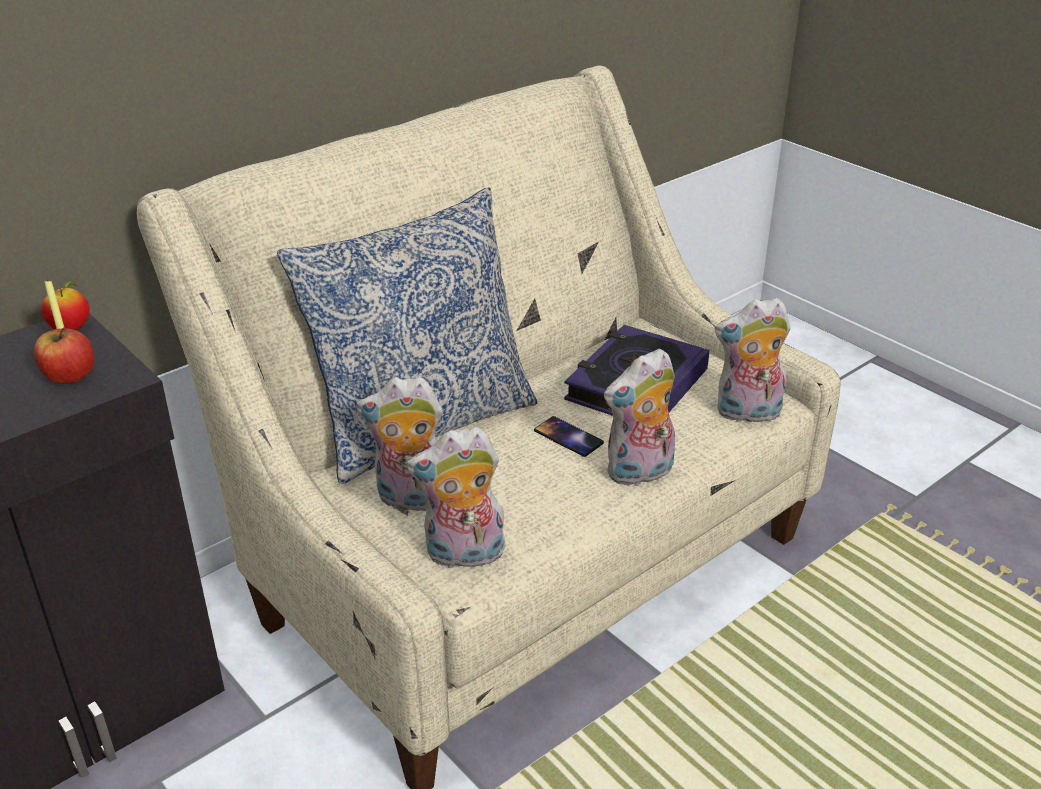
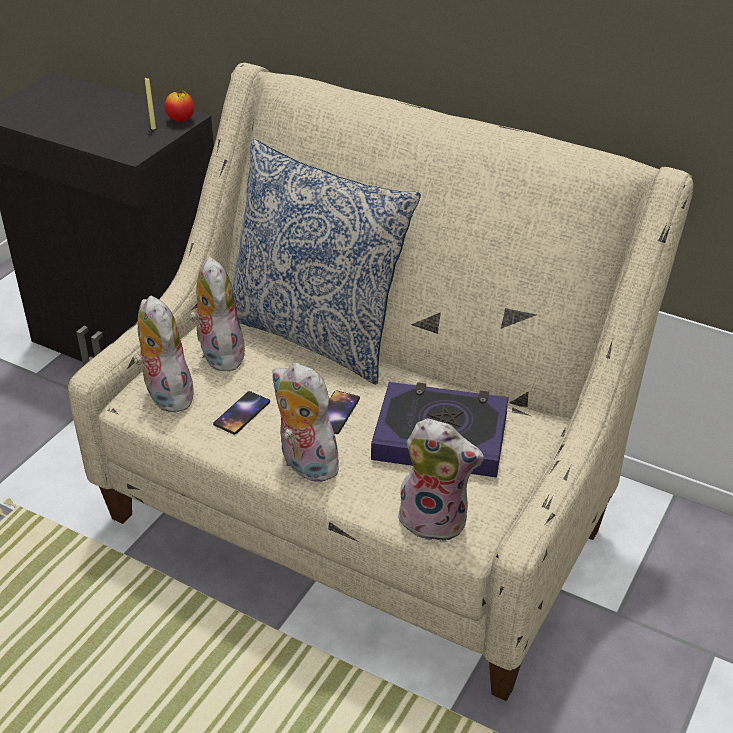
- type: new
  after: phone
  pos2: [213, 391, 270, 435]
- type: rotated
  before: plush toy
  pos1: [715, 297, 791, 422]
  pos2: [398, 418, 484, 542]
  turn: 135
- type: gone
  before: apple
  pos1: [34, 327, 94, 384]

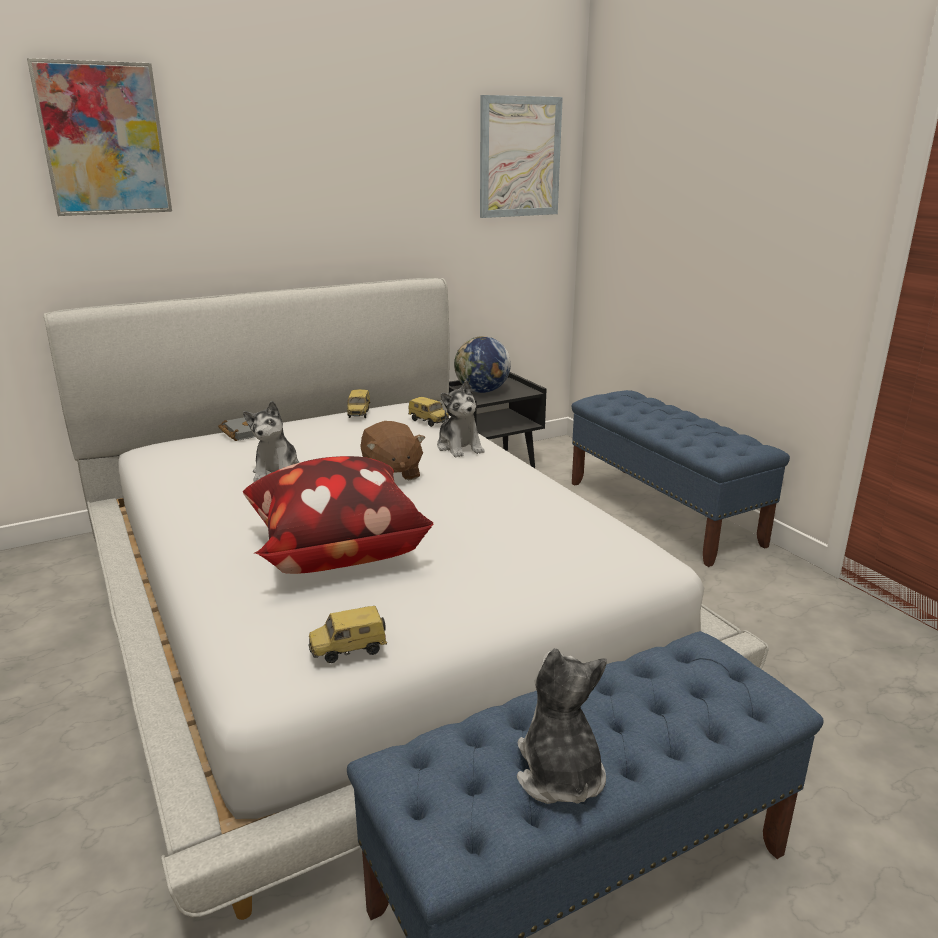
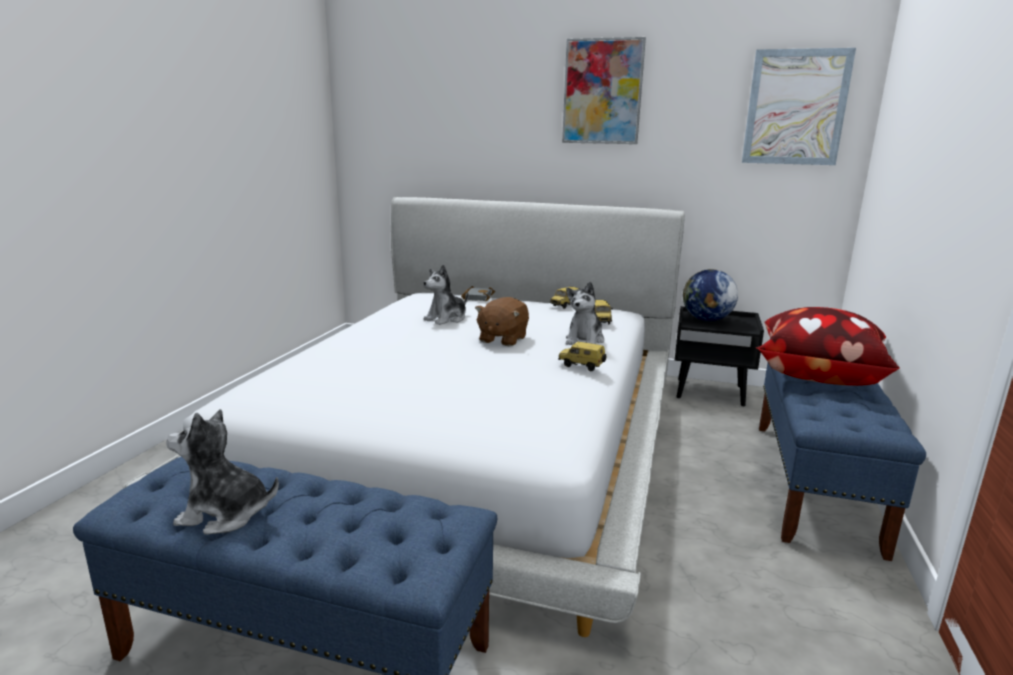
- type: rotated
  before: plush toy
  pos1: [517, 648, 607, 804]
  pos2: [166, 409, 279, 535]
  turn: -120
- type: shifted
  before: toy car
  pos1: [308, 606, 387, 663]
  pos2: [558, 342, 606, 371]
- type: shifted
  before: picture
  pos1: [27, 58, 172, 216]
  pos2: [562, 37, 646, 144]
- type: shifted
  before: pillow
  pos1: [243, 456, 433, 574]
  pos2: [755, 307, 900, 386]

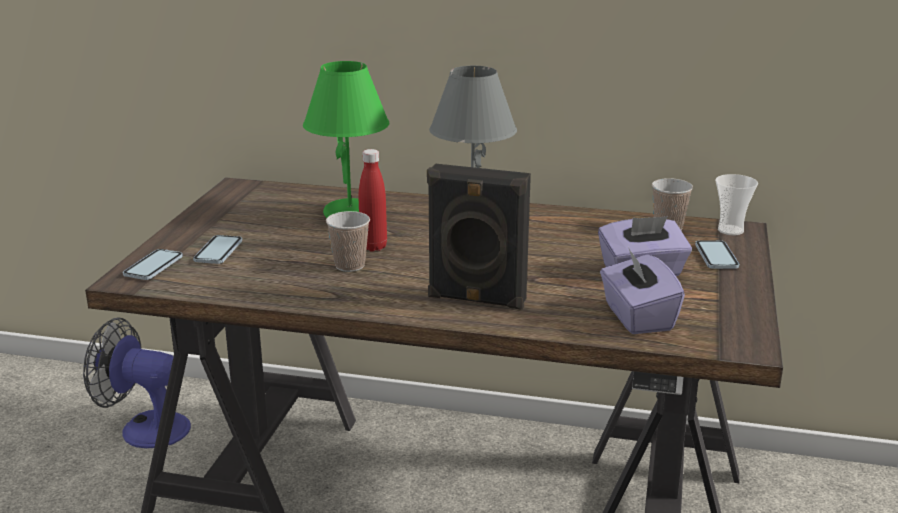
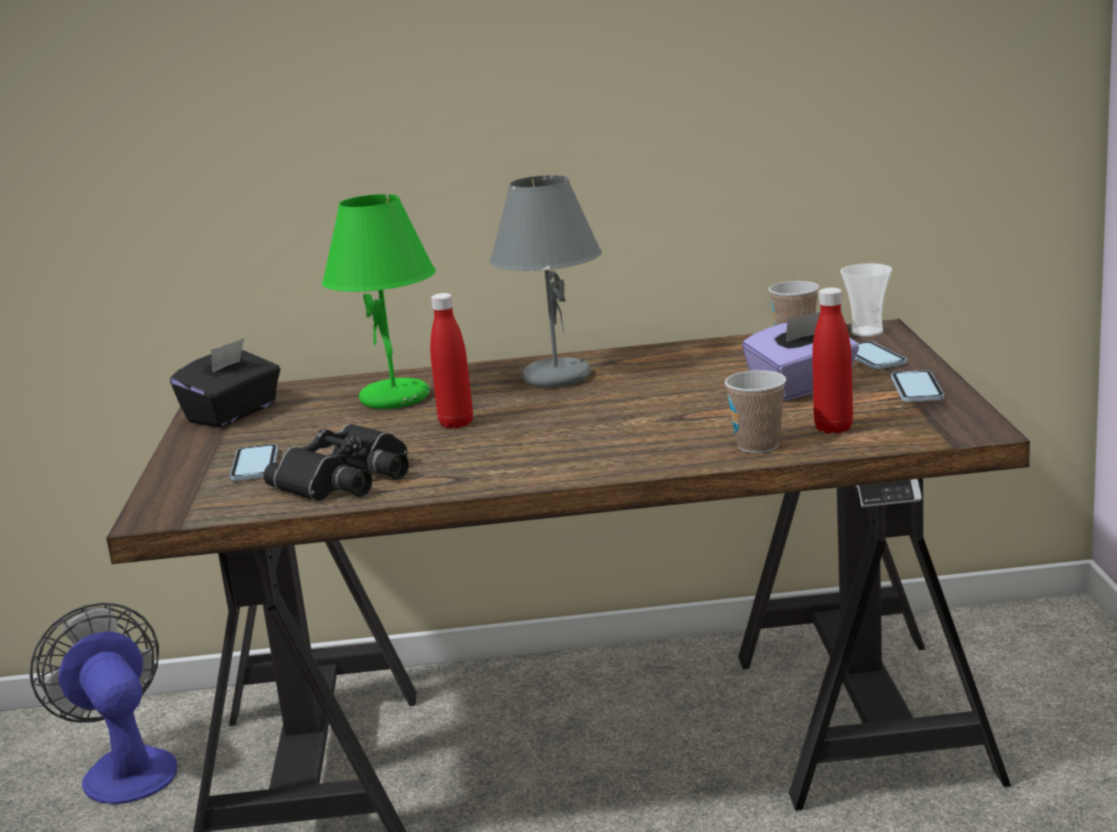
- type: rotated
  before: fan
  pos1: [83, 318, 191, 448]
  pos2: [30, 603, 178, 804]
  turn: 60
- type: new
  after: tissue box (black)
  pos2: [170, 338, 281, 428]
- type: new
  after: binoculars (black)
  pos2: [263, 424, 409, 502]
- type: shifted
  before: cup
  pos1: [326, 211, 370, 272]
  pos2: [725, 370, 786, 453]
- type: swapped
  before: tissue box (purple)
  after: bottle (red)
  pos1: [600, 247, 685, 334]
  pos2: [812, 288, 853, 433]
- type: shifted
  before: phone
  pos1: [123, 249, 183, 280]
  pos2: [891, 370, 944, 402]
- type: gone
  before: speaker (black)
  pos1: [427, 164, 531, 310]

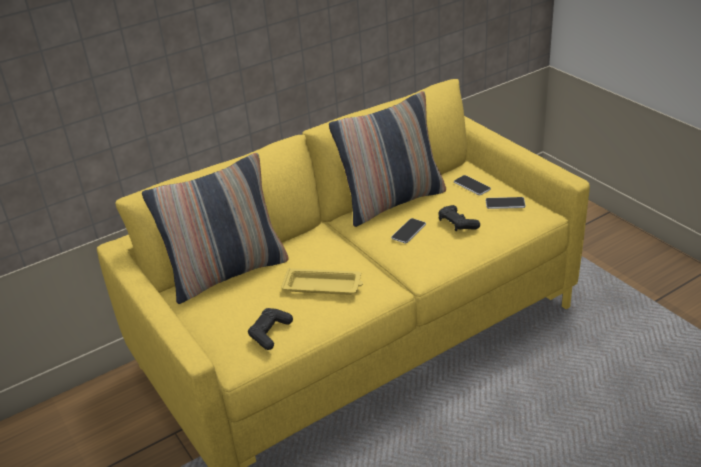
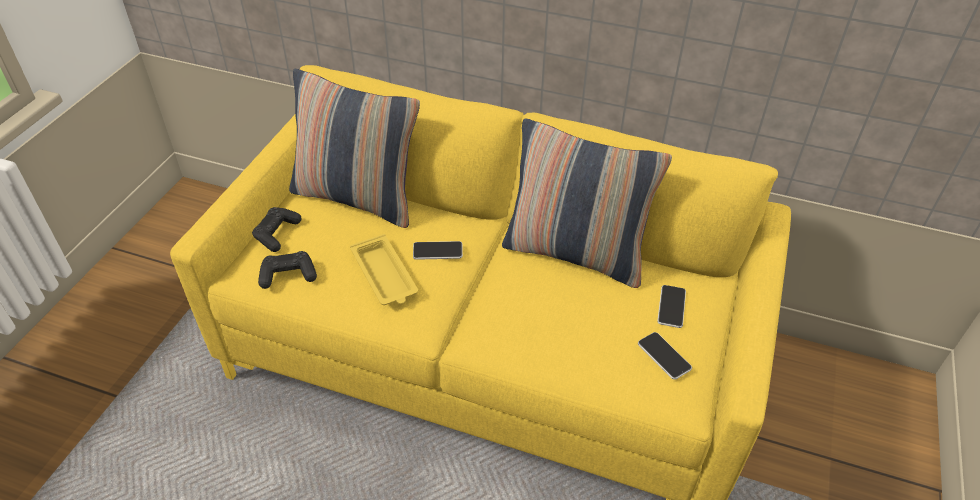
- type: shifted
  before: game controller (black)
  pos1: [439, 205, 480, 231]
  pos2: [252, 207, 302, 252]
- type: shifted
  before: phone
  pos1: [391, 218, 426, 243]
  pos2: [413, 241, 463, 260]

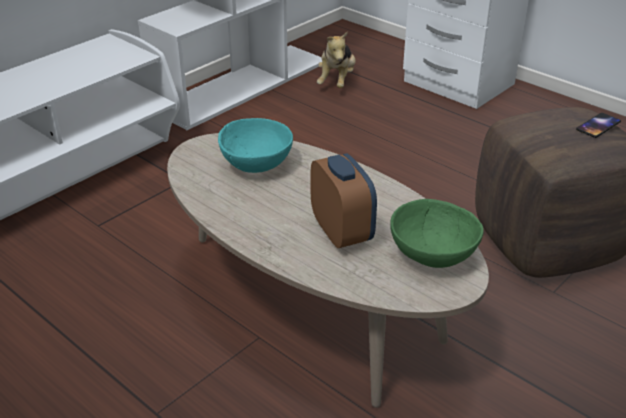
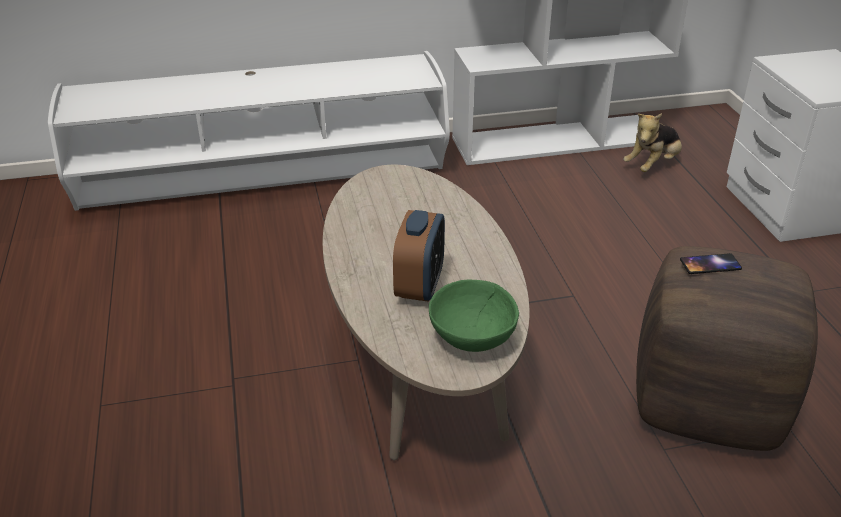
- type: shifted
  before: phone
  pos1: [576, 113, 621, 138]
  pos2: [680, 253, 742, 274]
- type: gone
  before: bowl (turquoise)
  pos1: [218, 118, 293, 173]

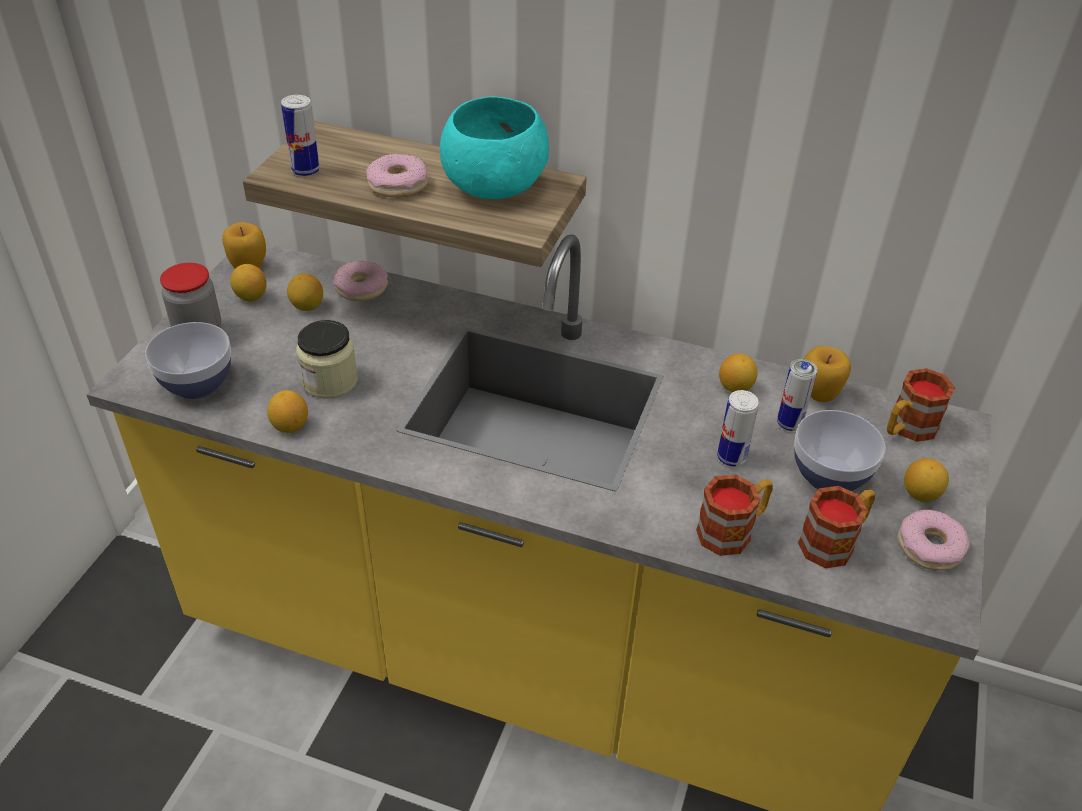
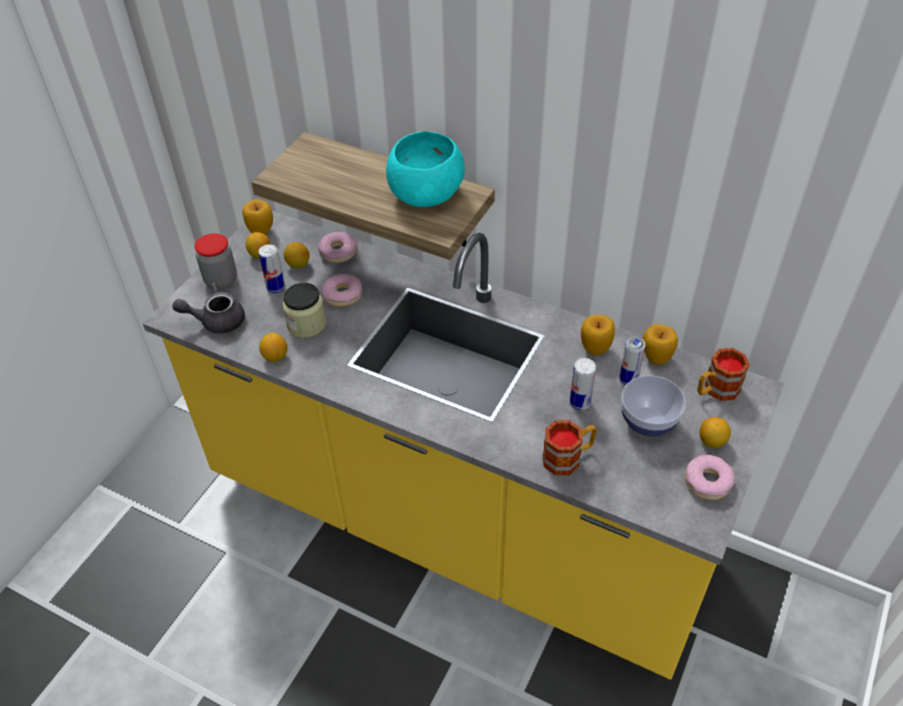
- type: swapped
  before: bowl
  after: teapot (grey)
  pos1: [145, 322, 231, 399]
  pos2: [172, 282, 245, 334]
- type: shifted
  before: can
  pos1: [281, 95, 320, 176]
  pos2: [259, 244, 285, 293]
- type: shifted
  before: donut
  pos1: [366, 154, 428, 198]
  pos2: [321, 274, 362, 307]
- type: swapped
  before: lemon
  after: apple
  pos1: [719, 353, 758, 392]
  pos2: [581, 314, 615, 356]
- type: gone
  before: mug
  pos1: [798, 486, 875, 568]

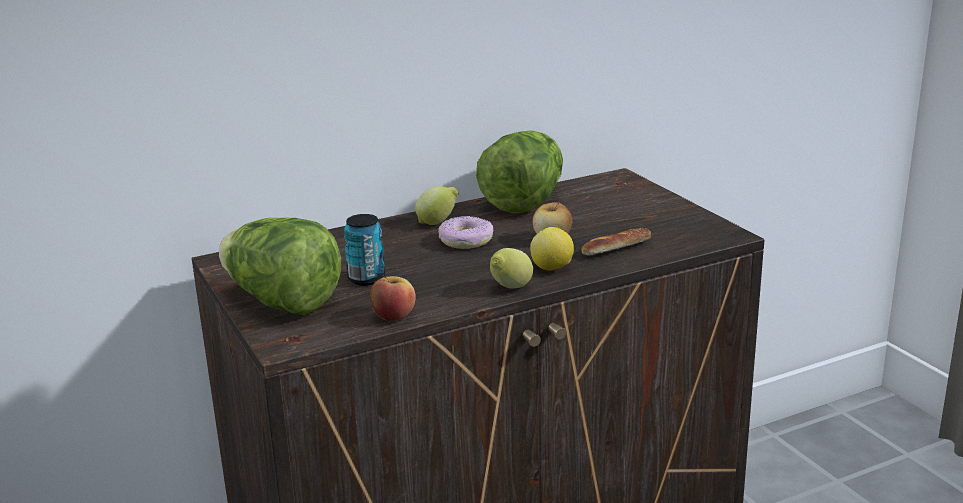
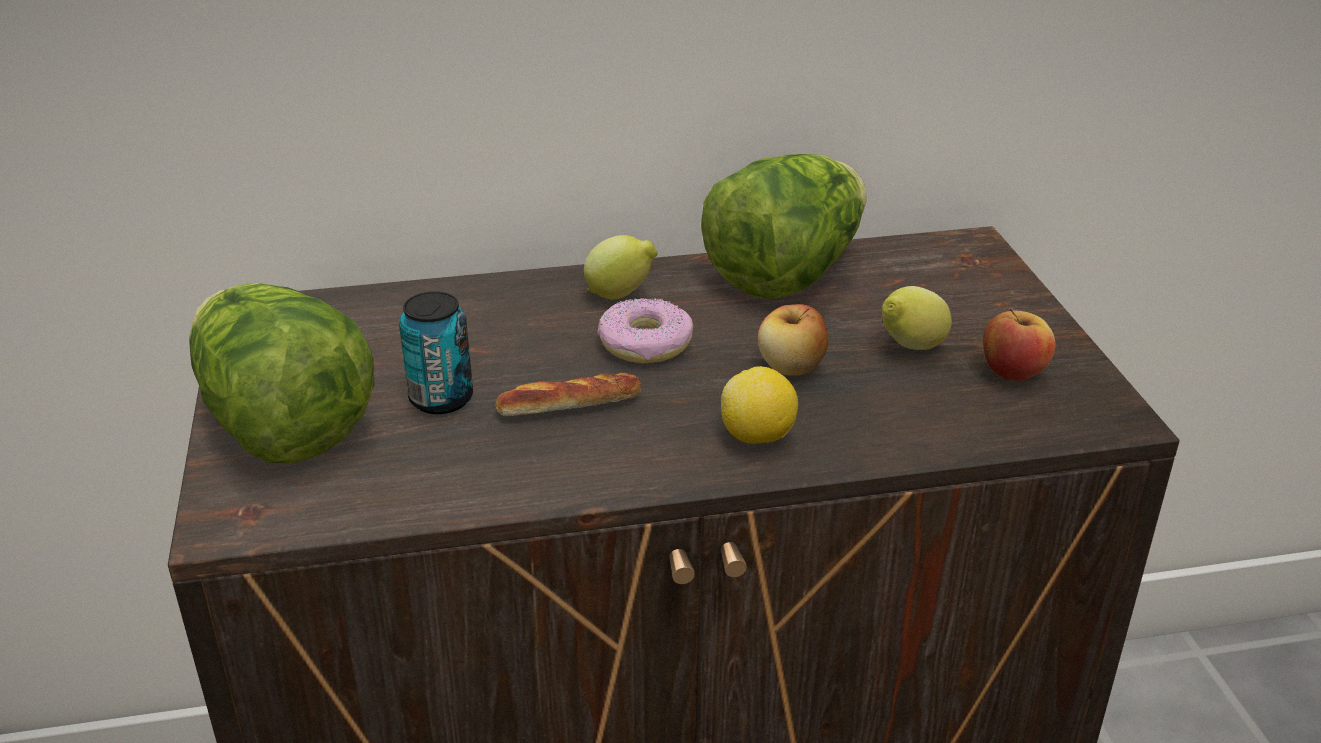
- type: shifted
  before: bread
  pos1: [581, 228, 651, 256]
  pos2: [495, 372, 642, 416]
- type: shifted
  before: lemon
  pos1: [490, 248, 533, 289]
  pos2: [882, 286, 952, 350]
- type: shifted
  before: apple
  pos1: [370, 275, 416, 321]
  pos2: [983, 309, 1056, 381]

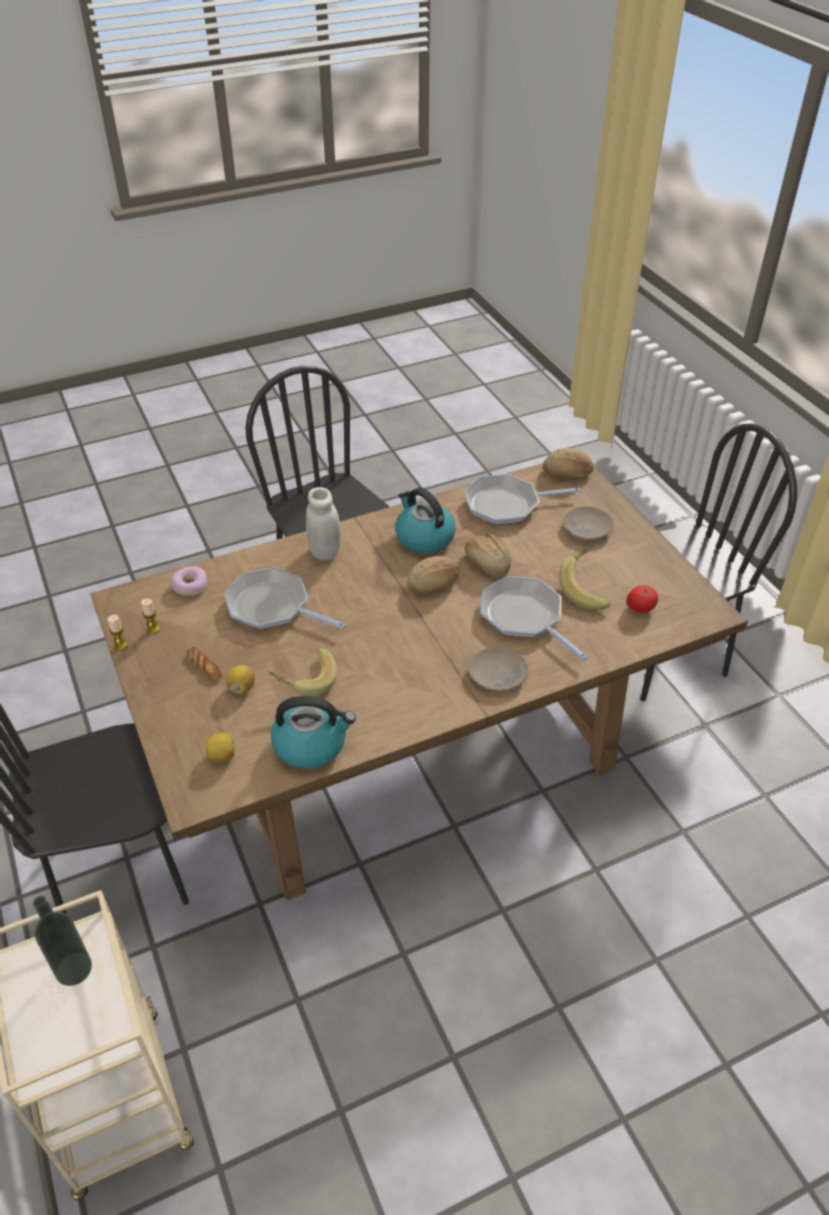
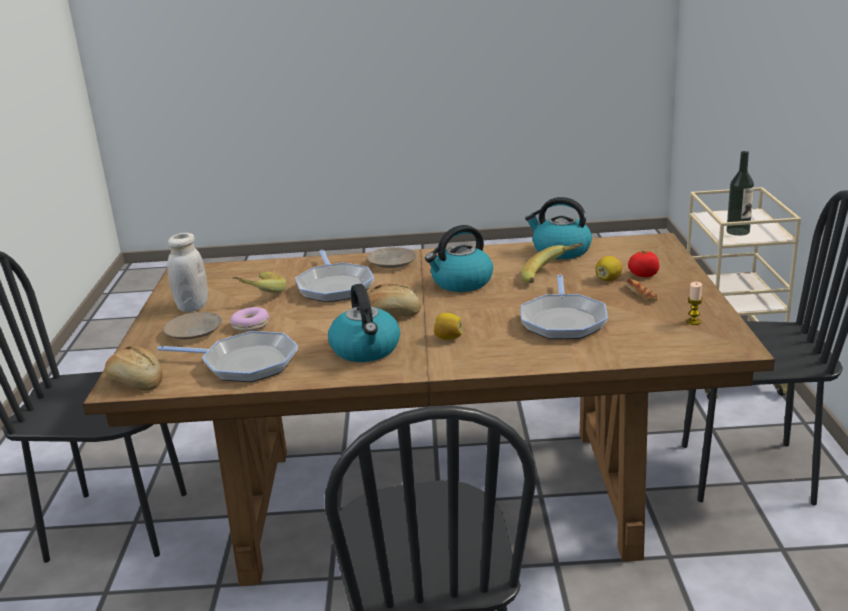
- type: shifted
  before: jar (white)
  pos1: [306, 487, 341, 560]
  pos2: [167, 233, 208, 312]
- type: shifted
  before: donut
  pos1: [171, 567, 208, 596]
  pos2: [230, 307, 269, 331]
- type: new
  after: kettle
  pos2: [425, 225, 493, 292]
- type: shifted
  before: lemon
  pos1: [206, 732, 235, 762]
  pos2: [434, 313, 463, 340]
- type: rotated
  before: frying pan
  pos1: [224, 567, 346, 630]
  pos2: [521, 275, 608, 339]
  turn: 45
- type: shifted
  before: tomato
  pos1: [627, 585, 658, 613]
  pos2: [628, 250, 659, 277]
- type: gone
  before: candle
  pos1: [108, 615, 128, 651]
- type: gone
  before: bread
  pos1: [465, 533, 511, 577]

